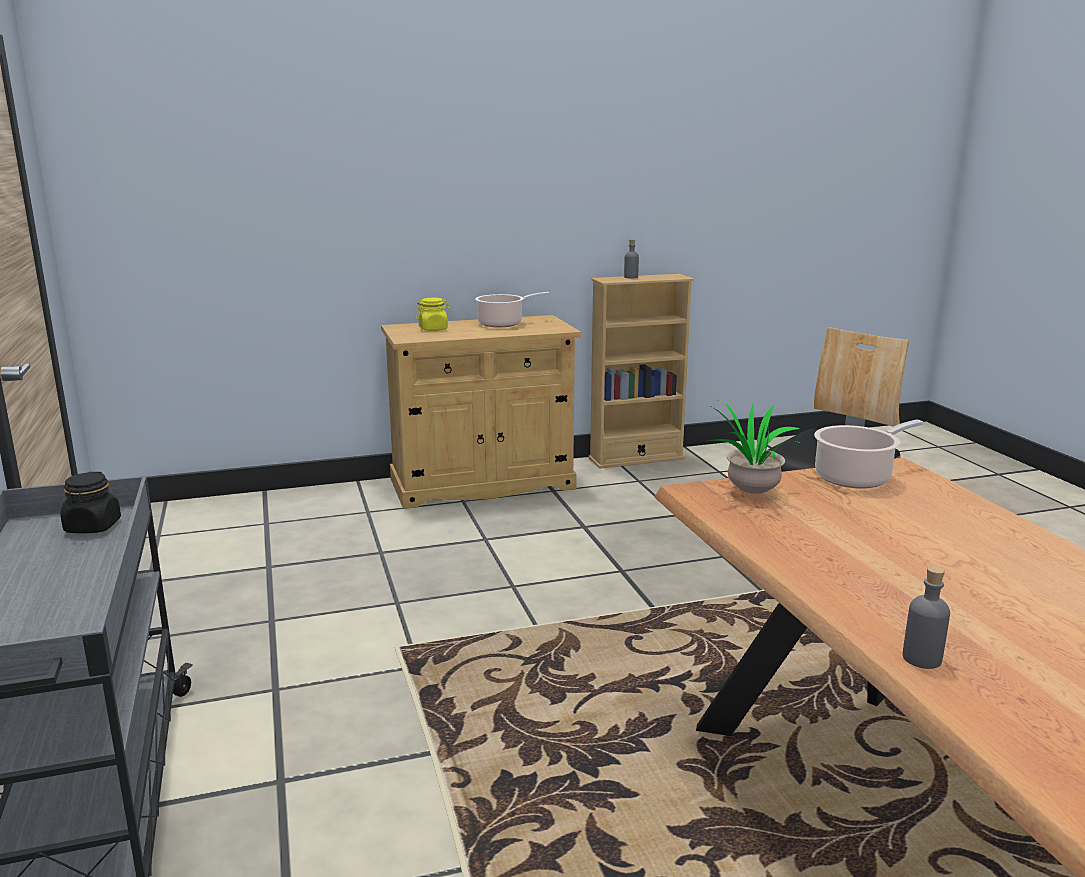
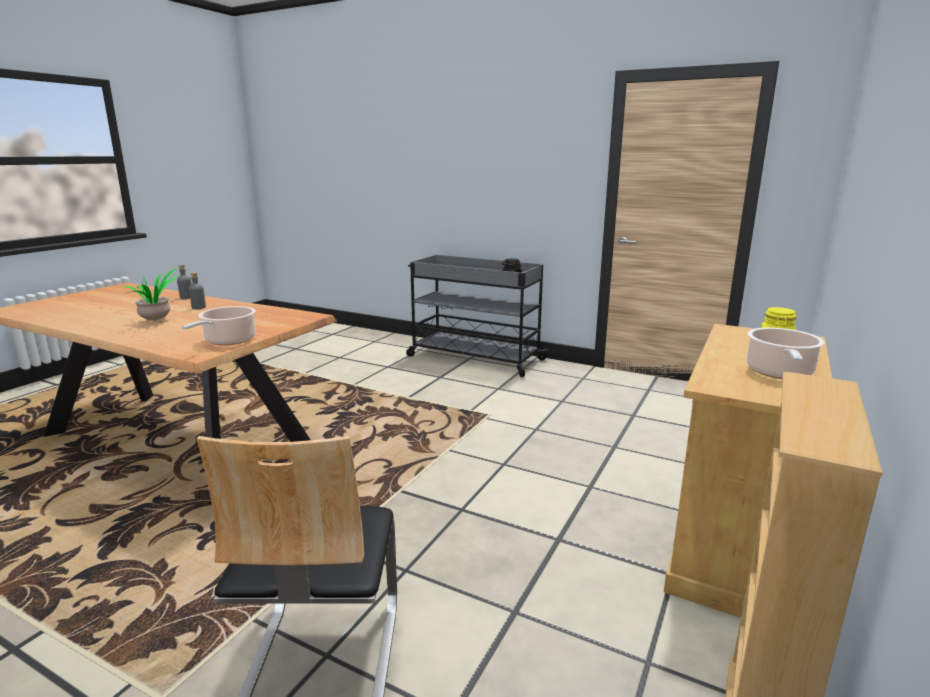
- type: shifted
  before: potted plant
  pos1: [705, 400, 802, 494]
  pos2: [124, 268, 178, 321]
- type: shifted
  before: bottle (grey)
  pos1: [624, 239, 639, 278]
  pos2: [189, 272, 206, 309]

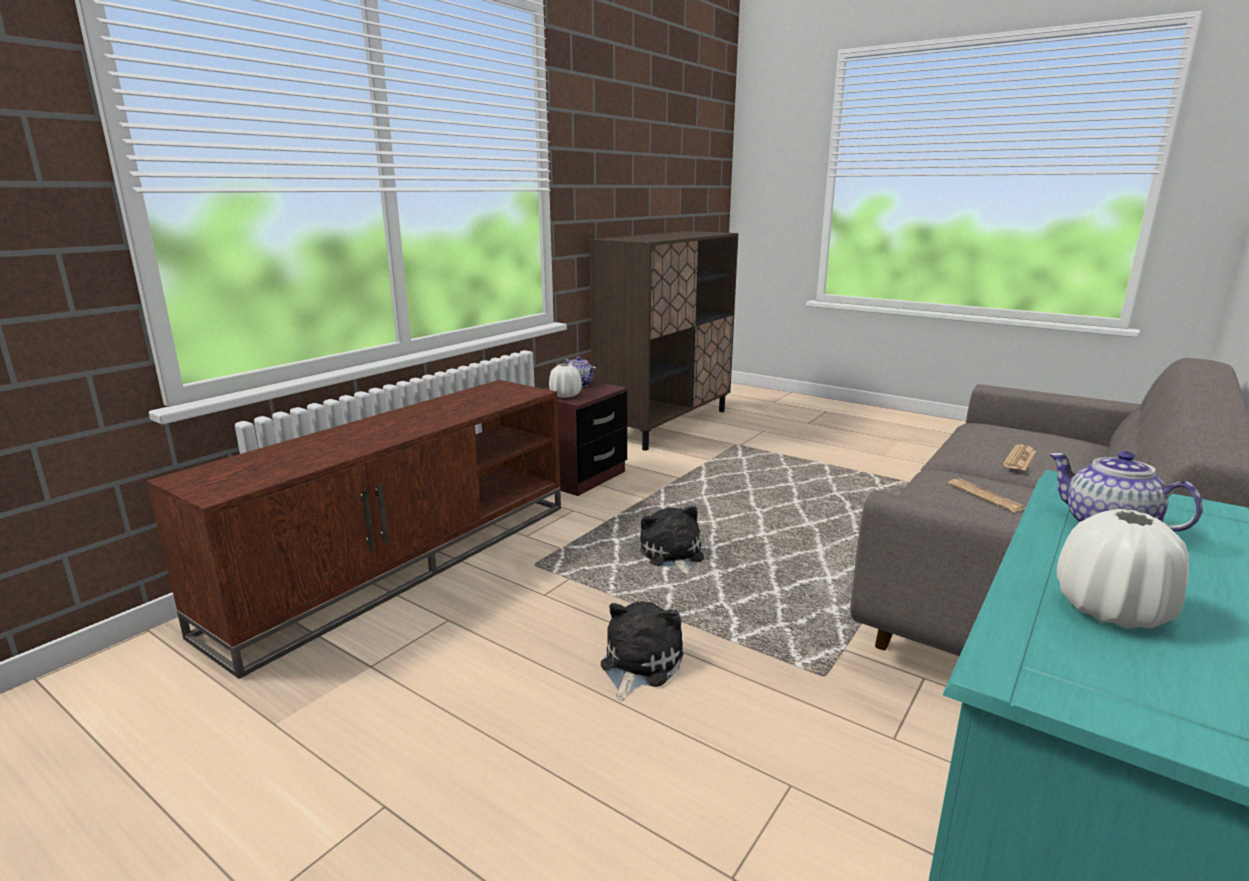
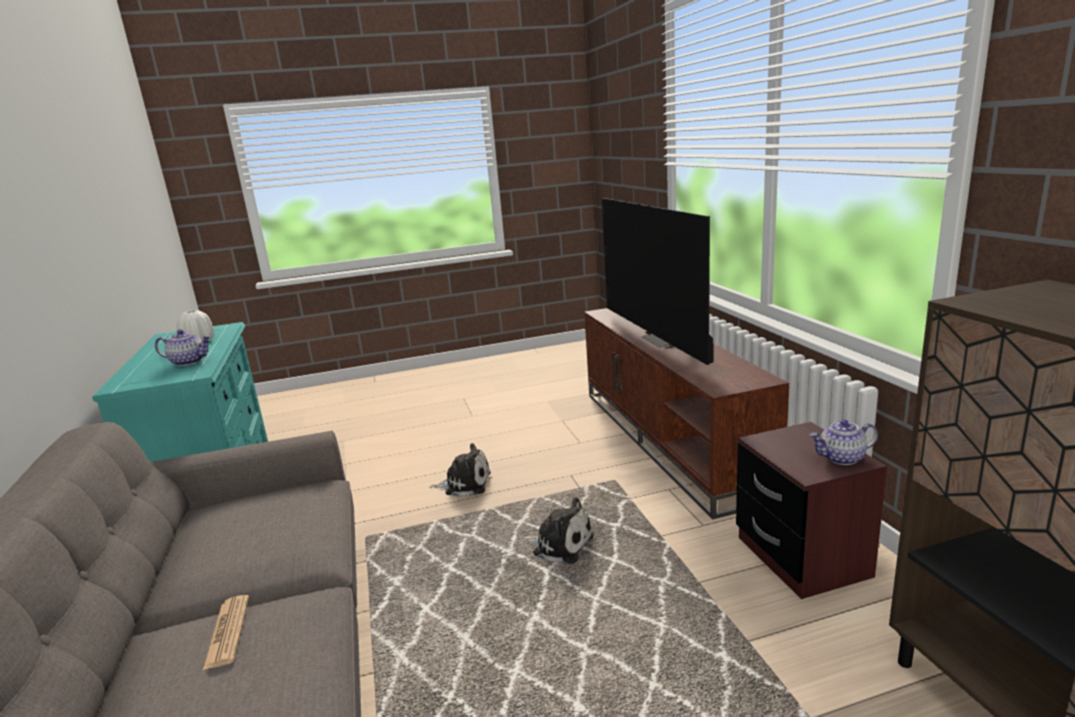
- type: rotated
  before: plush toy
  pos1: [601, 601, 684, 701]
  pos2: [429, 443, 491, 497]
  turn: -60
- type: new
  after: television
  pos2: [602, 198, 713, 365]
- type: gone
  before: vase (white)
  pos1: [549, 364, 582, 398]
- type: gone
  before: newspaper
  pos1: [948, 478, 1026, 512]

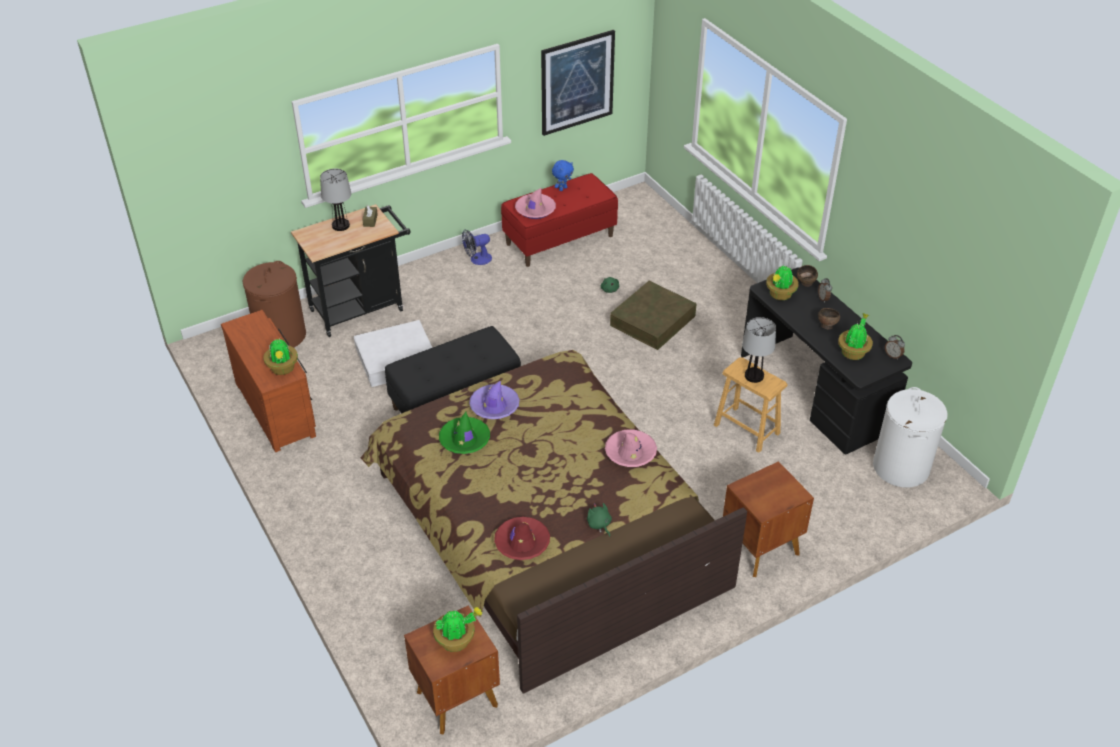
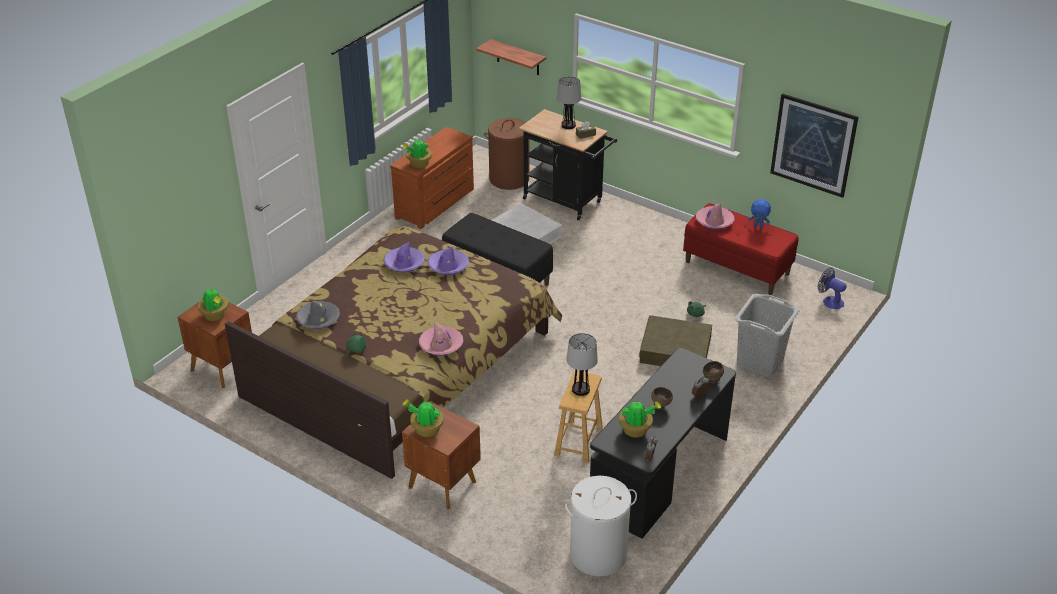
- type: repainted
  before: hat (red)
  after: hat (grey)
  pos1: [494, 516, 550, 560]
  pos2: [296, 301, 340, 329]
- type: repainted
  before: hat (green)
  after: hat (purple)
  pos1: [439, 412, 490, 454]
  pos2: [384, 242, 425, 273]
- type: shifted
  before: potted plant
  pos1: [766, 266, 799, 300]
  pos2: [403, 400, 444, 437]
- type: new
  after: shelf
  pos2: [476, 39, 546, 75]
- type: new
  after: laundry basket (grey)
  pos2: [735, 294, 800, 377]
- type: shifted
  before: fan
  pos1: [462, 229, 492, 265]
  pos2: [818, 267, 846, 309]

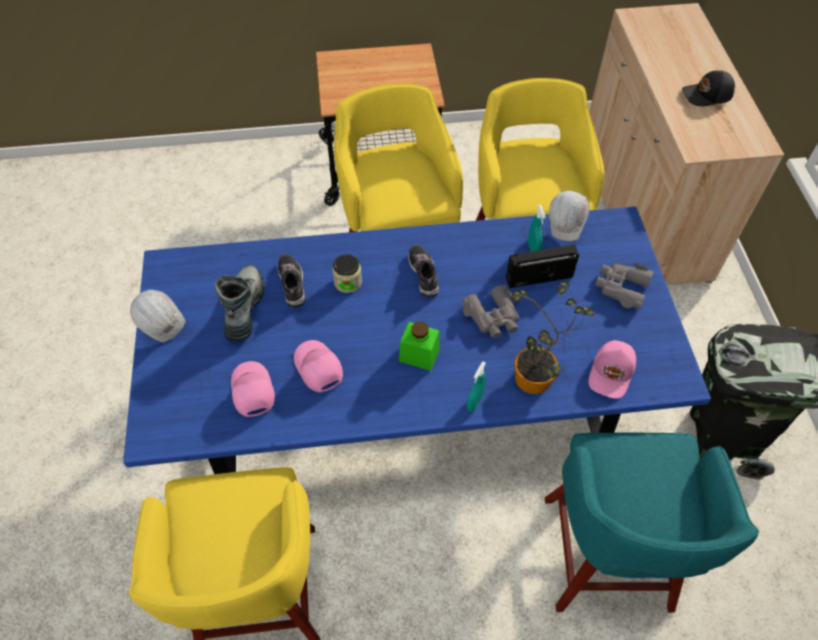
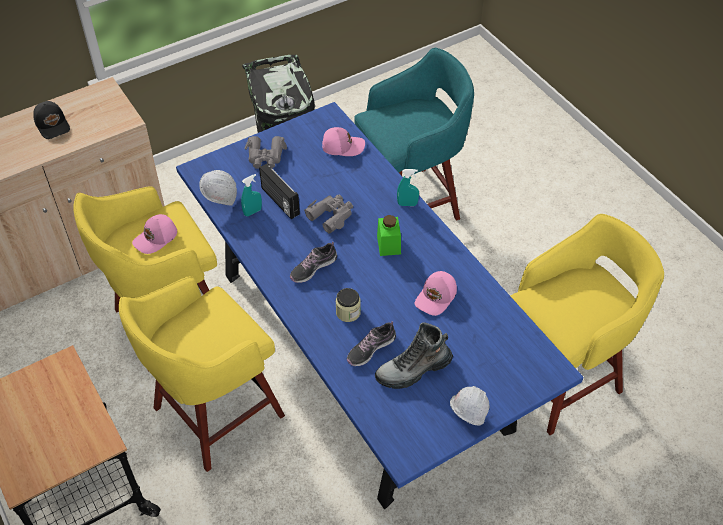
- type: shifted
  before: cap (pink)
  pos1: [231, 361, 275, 417]
  pos2: [132, 214, 177, 254]
- type: gone
  before: potted plant
  pos1: [511, 280, 595, 394]

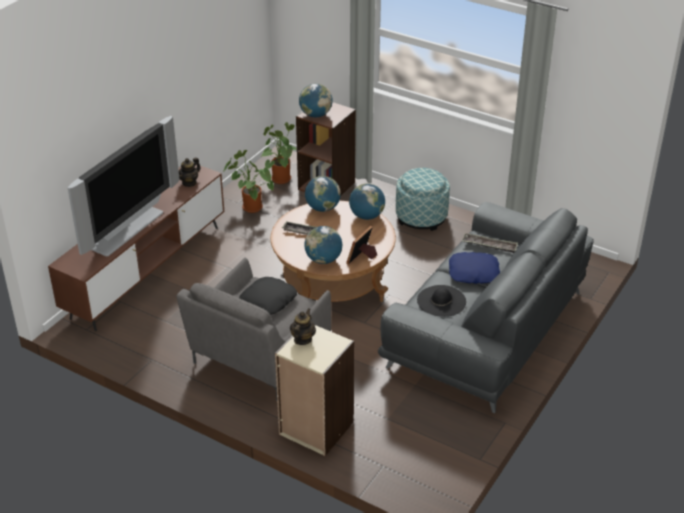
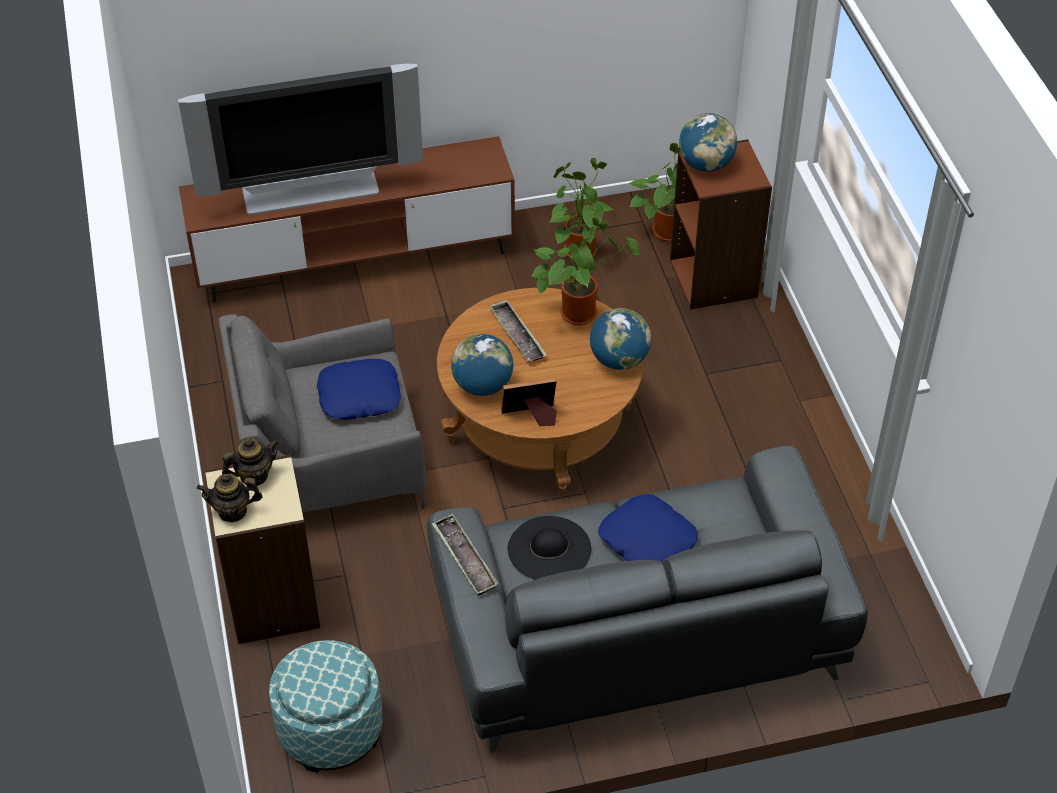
- type: shifted
  before: teapot
  pos1: [179, 158, 201, 187]
  pos2: [197, 474, 262, 522]
- type: shifted
  before: ottoman
  pos1: [396, 168, 450, 231]
  pos2: [269, 640, 383, 773]
- type: repainted
  before: pillow (black)
  after: pillow (blue)
  pos1: [239, 277, 297, 315]
  pos2: [317, 359, 401, 420]
- type: shifted
  before: tray
  pos1: [462, 233, 518, 253]
  pos2: [432, 514, 499, 596]
- type: swapped
  before: globe
  after: potted plant
  pos1: [305, 176, 341, 212]
  pos2: [531, 218, 640, 325]

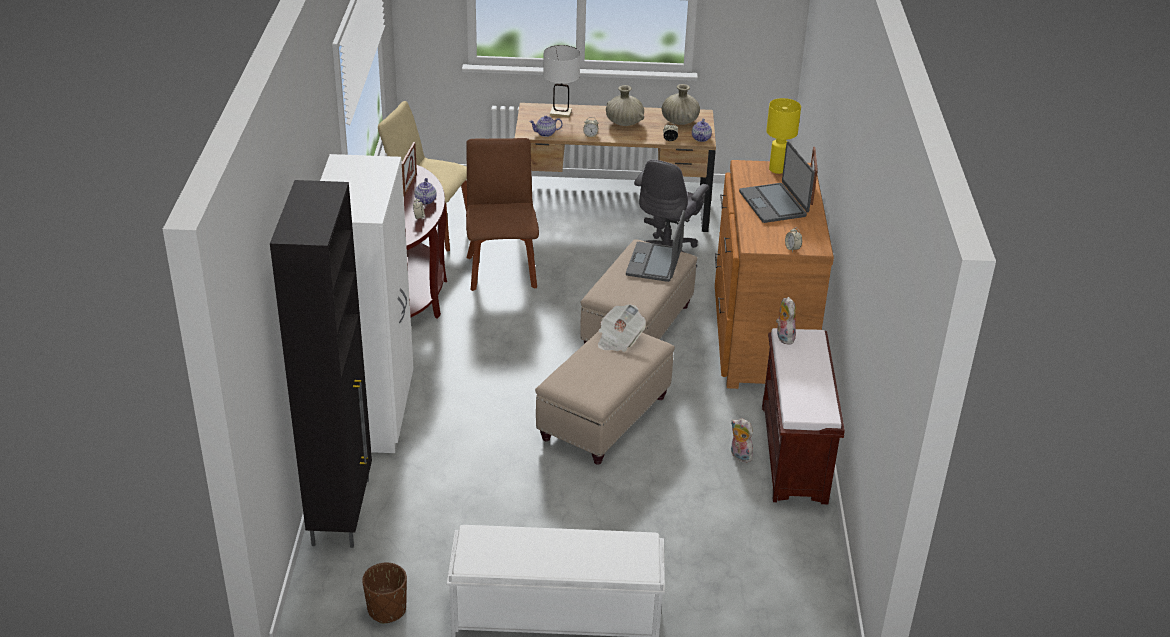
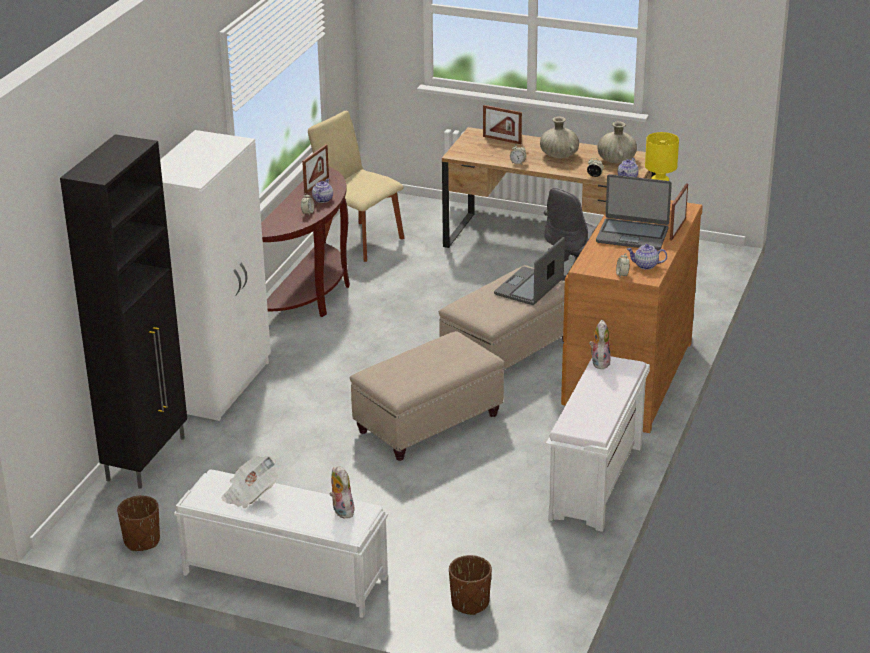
- type: shifted
  before: newspaper
  pos1: [597, 304, 646, 352]
  pos2: [222, 456, 278, 508]
- type: shifted
  before: plush toy
  pos1: [731, 418, 753, 463]
  pos2: [329, 466, 354, 518]
- type: new
  after: planter (brown)
  pos2: [449, 555, 492, 615]
- type: swapped
  before: table lamp (white)
  after: picture frame
  pos1: [543, 45, 580, 118]
  pos2: [483, 105, 522, 144]
- type: repainted
  before: bench (brown)
  after: bench (white)
  pos1: [762, 328, 845, 505]
  pos2: [546, 356, 650, 532]
- type: rotated
  before: laptop
  pos1: [739, 142, 814, 223]
  pos2: [596, 174, 672, 250]
  turn: -75
- type: shifted
  before: teapot
  pos1: [529, 116, 563, 137]
  pos2: [627, 244, 667, 270]
- type: gone
  before: chair (brown)
  pos1: [466, 138, 539, 291]

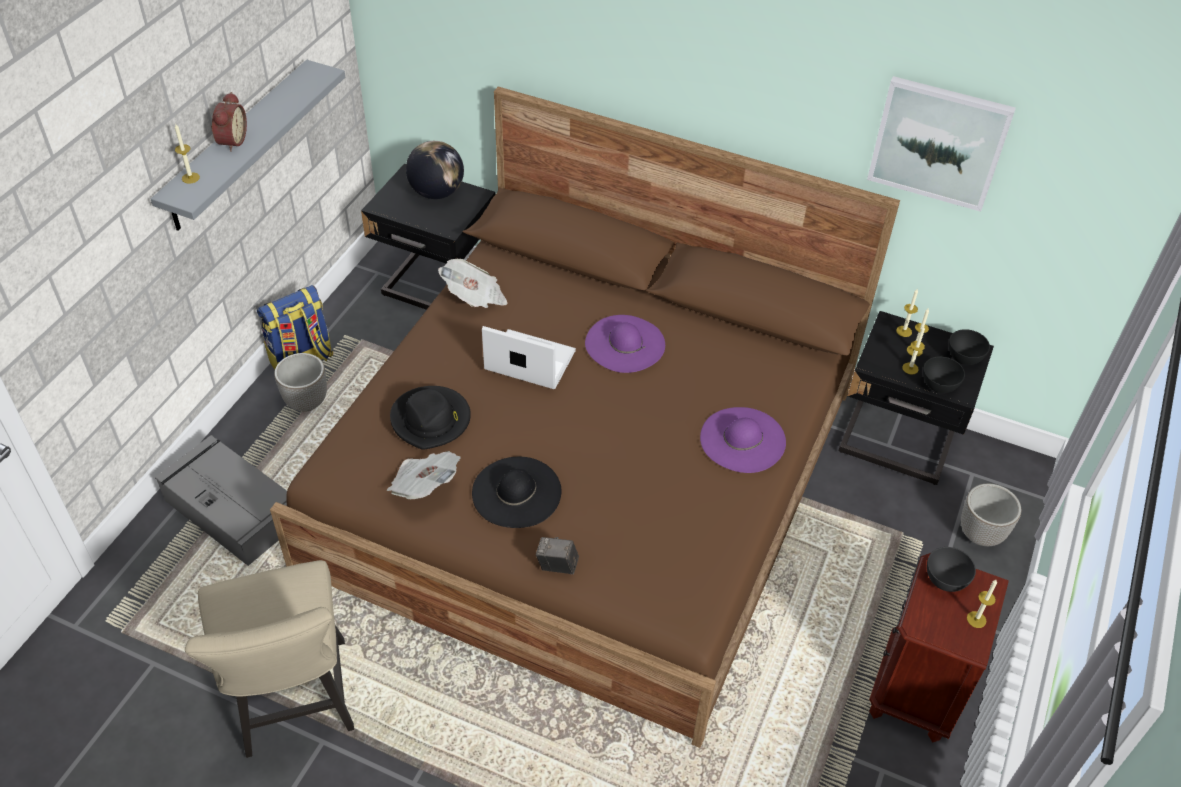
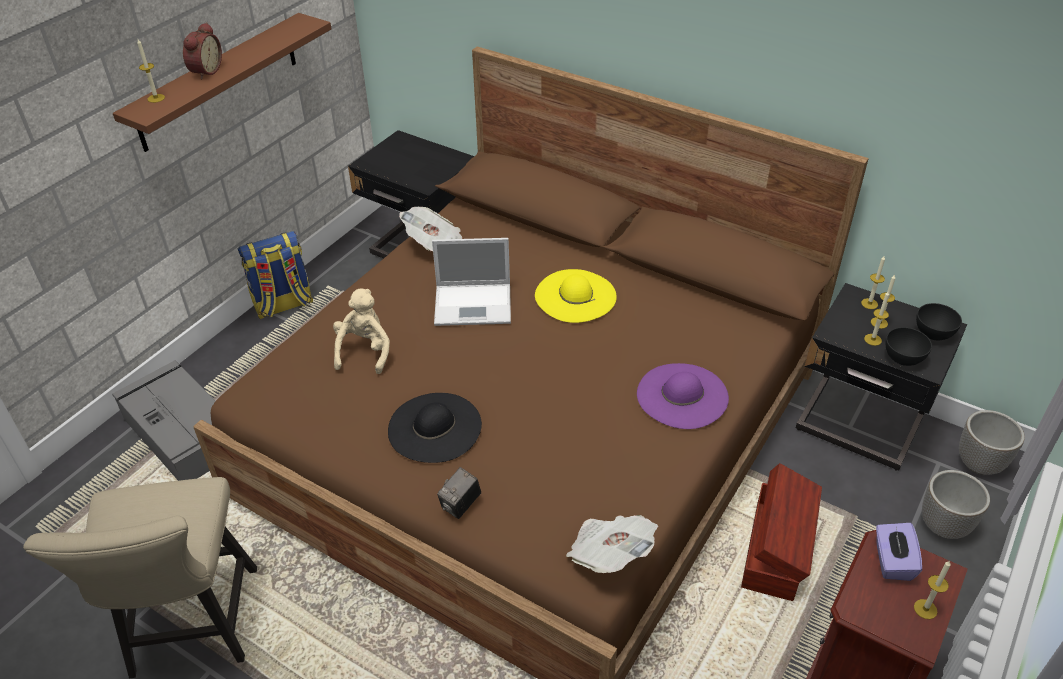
- type: repainted
  before: shelf (grey)
  after: shelf (brown)
  pos1: [151, 60, 345, 231]
  pos2: [113, 13, 331, 152]
- type: swapped
  before: hat (black)
  after: plush toy (beige)
  pos1: [390, 386, 471, 450]
  pos2: [333, 289, 390, 374]
- type: rotated
  before: laptop
  pos1: [482, 326, 576, 389]
  pos2: [432, 238, 511, 326]
  turn: 150
- type: rotated
  before: photo camera
  pos1: [536, 537, 579, 575]
  pos2: [437, 467, 481, 519]
  turn: -75
- type: repainted
  before: hat (purple)
  after: hat (yellow)
  pos1: [585, 315, 665, 373]
  pos2: [535, 269, 617, 323]
- type: shifted
  before: newspaper
  pos1: [386, 451, 461, 499]
  pos2: [566, 515, 658, 573]
- type: new
  after: storage box (brown)
  pos2: [741, 463, 822, 601]
- type: swapped
  before: bowl (grey)
  after: tissue box (purple)
  pos1: [927, 547, 976, 592]
  pos2: [876, 523, 922, 581]
- type: shifted
  before: planter
  pos1: [274, 353, 327, 412]
  pos2: [959, 410, 1025, 475]
- type: gone
  before: globe
  pos1: [406, 141, 464, 199]
- type: gone
  before: picture
  pos1: [867, 76, 1016, 212]

